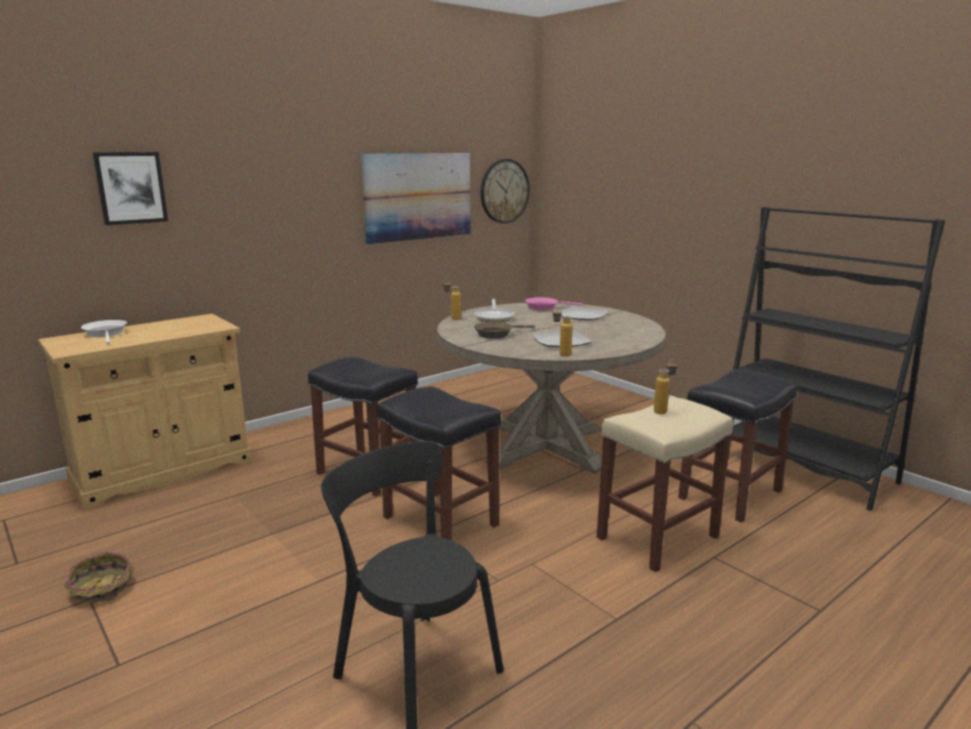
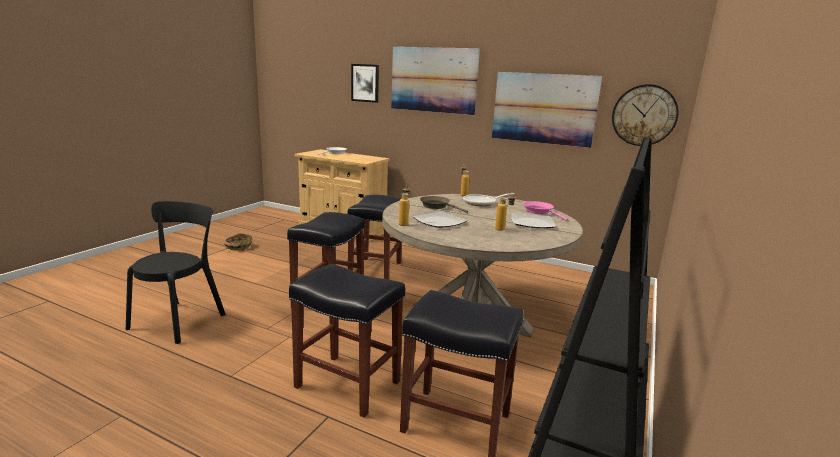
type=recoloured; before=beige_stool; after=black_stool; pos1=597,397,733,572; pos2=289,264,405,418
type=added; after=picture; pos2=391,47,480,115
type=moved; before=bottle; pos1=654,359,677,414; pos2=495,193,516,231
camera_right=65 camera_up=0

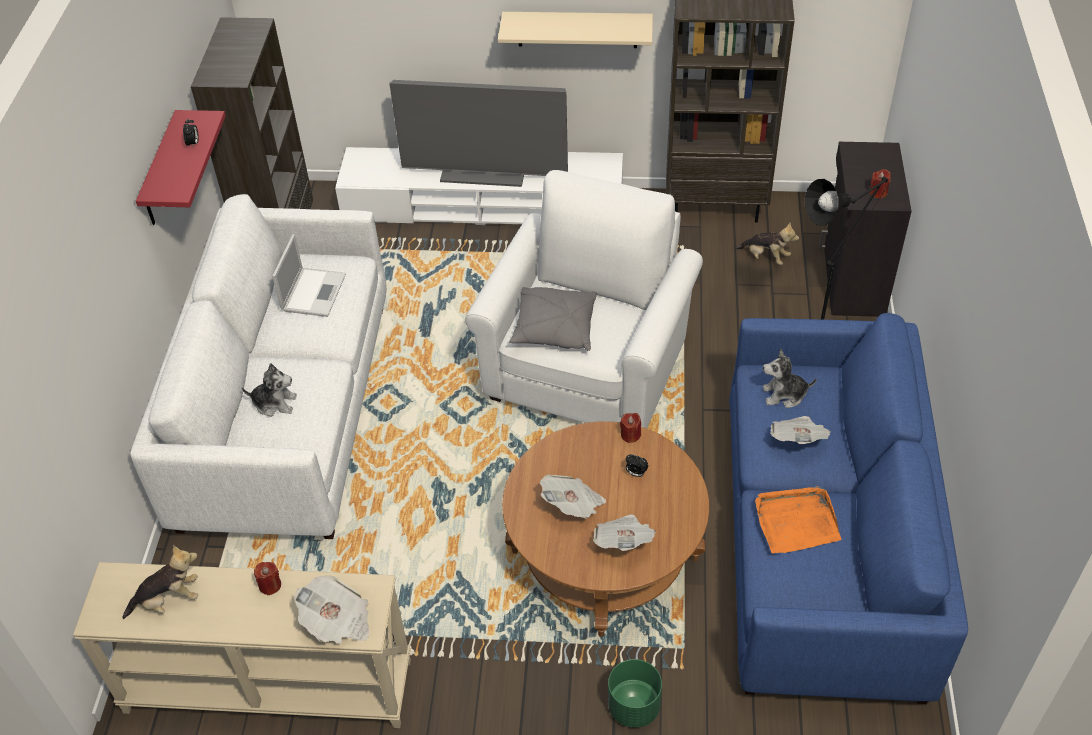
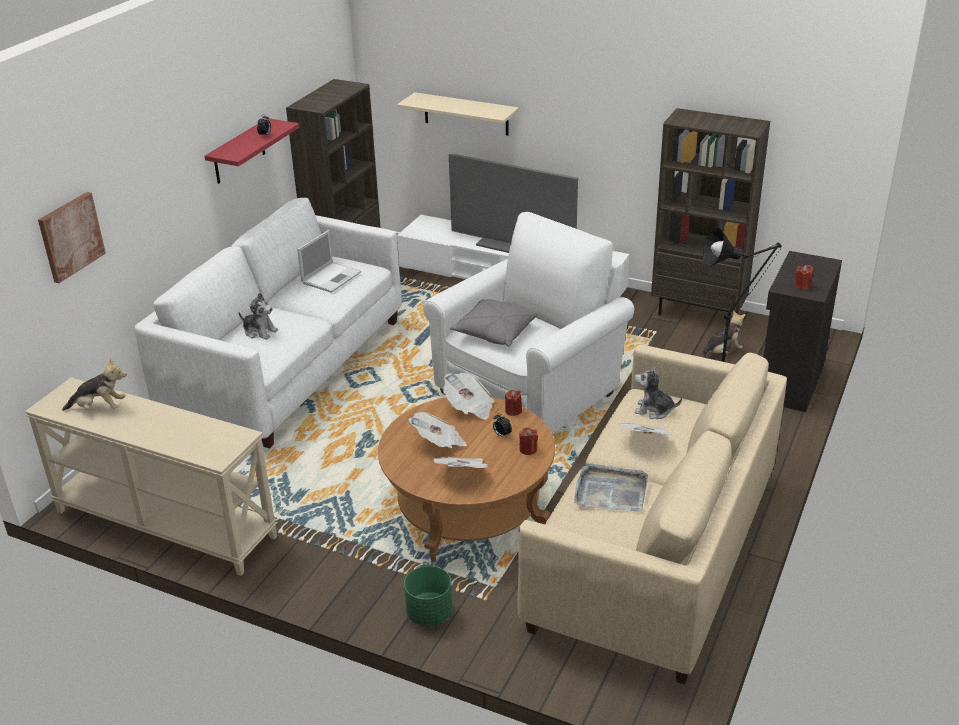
type=added; after=picture; pos2=38,192,106,283
type=moved; before=beige_shelf; pos1=498,12,653,48; pos2=397,92,519,136
type=moved; before=newspaper; pos1=294,575,369,644; pos2=443,373,495,420
type=recoloured; before=blue_sofa; after=beige_sofa; pos1=729,313,968,704; pos2=518,345,787,685
type=moved; before=red_candle; pos1=254,562,281,596; pos2=519,427,538,455
type=recoloured; before=orange_tray; after=grey_tray; pos1=755,486,841,553; pos2=574,463,648,511
type=turned; before=plush_toy; pos1=735,223,799,265; pos2=700,310,746,358; turn=-75
camera_right=20 camera_up=-15

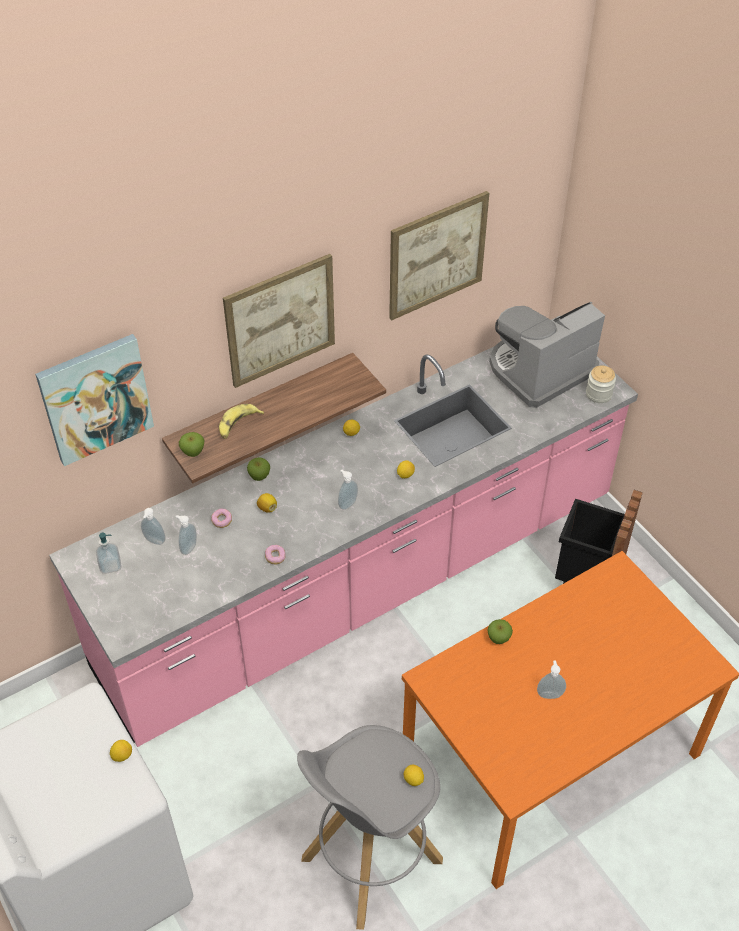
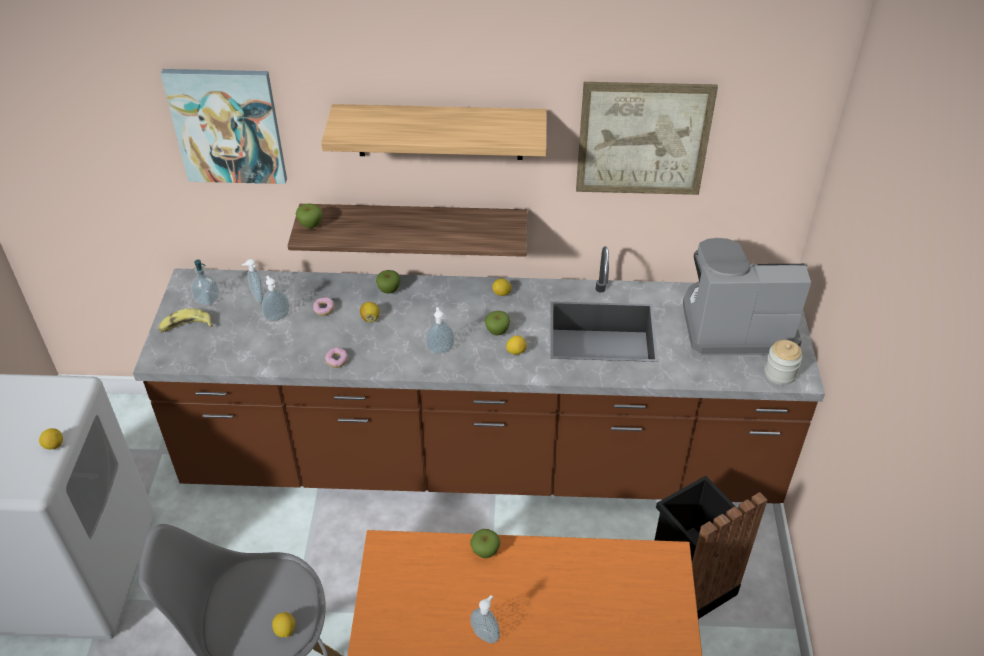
type=recoloured; before=pink_counter; after=brown_counter; pos1=49,318,638,747; pos2=133,246,825,504
type=moved; before=banana; pos1=219,404,264,439; pos2=158,308,213,332
type=replaced; before=picture; after=shelf; pos1=223,254,335,388; pos2=321,104,547,160
type=added; after=apple; pos2=485,311,510,335
camera_right=35 camera_up=-5

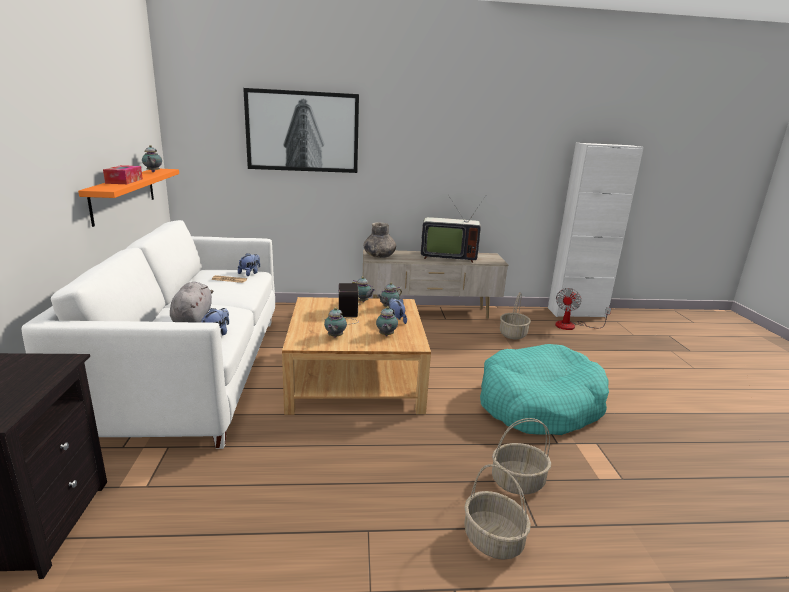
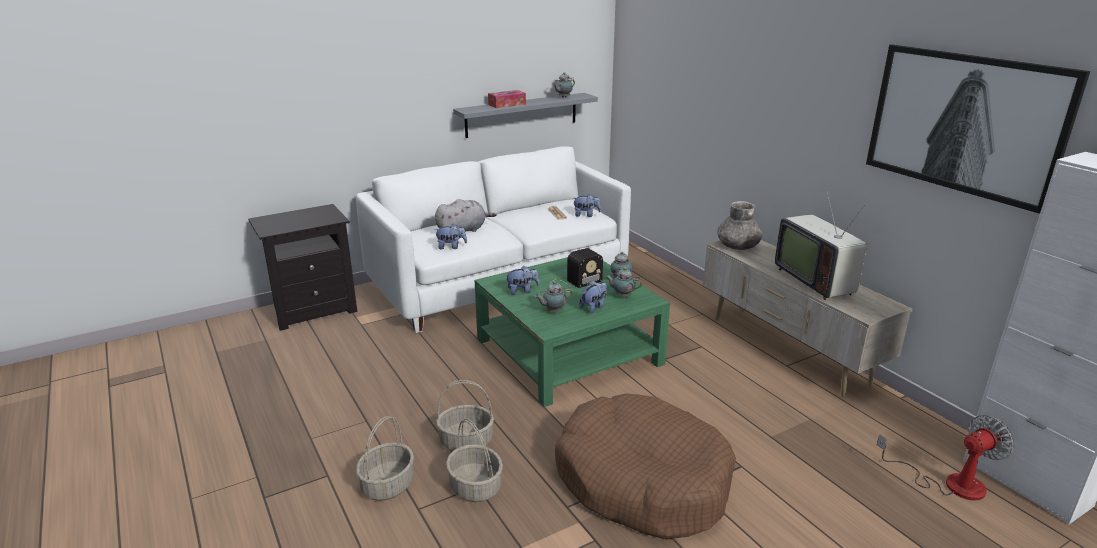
type=moved; before=basket; pos1=500,292,531,339; pos2=436,380,494,451
type=recoloured; before=orange_shelf; after=grey_shelf; pos1=78,169,179,227; pos2=453,93,598,138
type=recoloured; before=beige_coffee_table; after=green_coffee_table; pos1=282,297,431,415; pos2=475,257,670,407
type=replaced; before=teapot; after=plush_toy; pos1=324,307,347,338; pos2=505,265,539,295
type=recoloured; before=turquoise_dog_bed; after=brown_dog_bed; pos1=480,344,609,435; pos2=555,393,736,540
type=moved; before=picture; pos1=243,88,359,173; pos2=866,44,1090,214
type=turned; before=fan; pos1=555,288,611,330; pos2=877,415,1014,501; turn=150
camera_right=65 camera_up=5

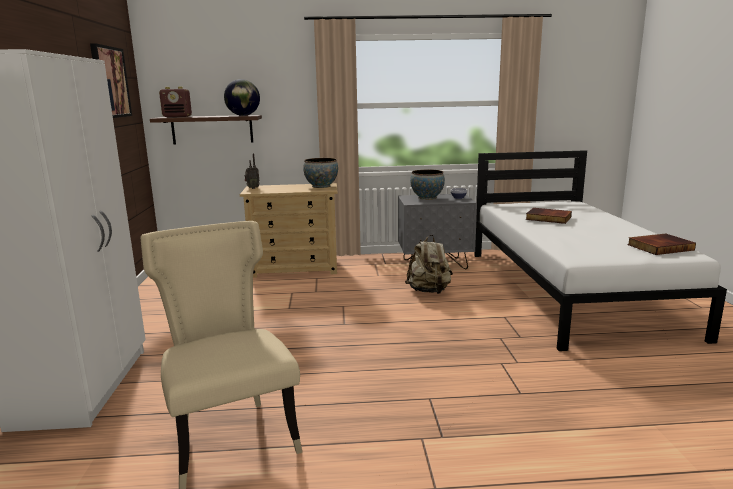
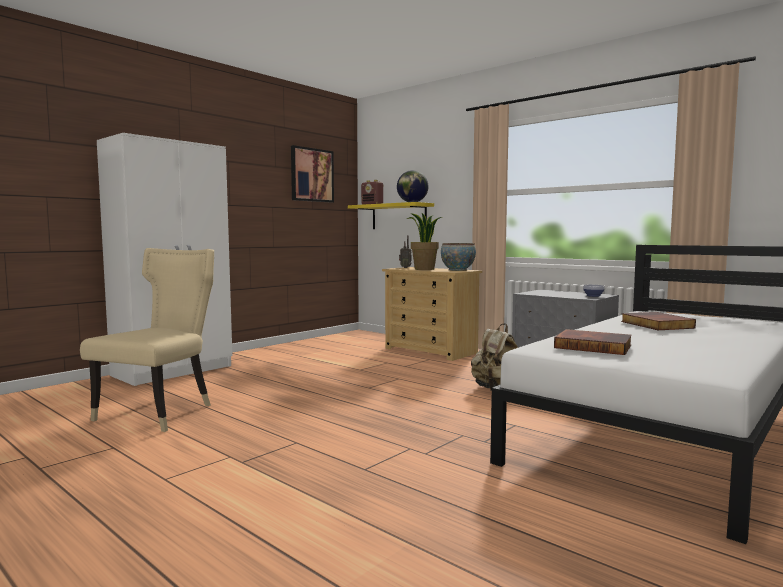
type=recoloured; before=brown_shelf; after=yellow_shelf; pos1=150,115,262,144; pos2=348,202,434,229
type=added; after=potted_plant; pos2=406,213,442,270
type=moved; before=book; pos1=627,233,696,255; pos2=554,329,632,355
type=removed; before=bowl; pos1=410,170,445,200
camera_right=45 camera_up=-10

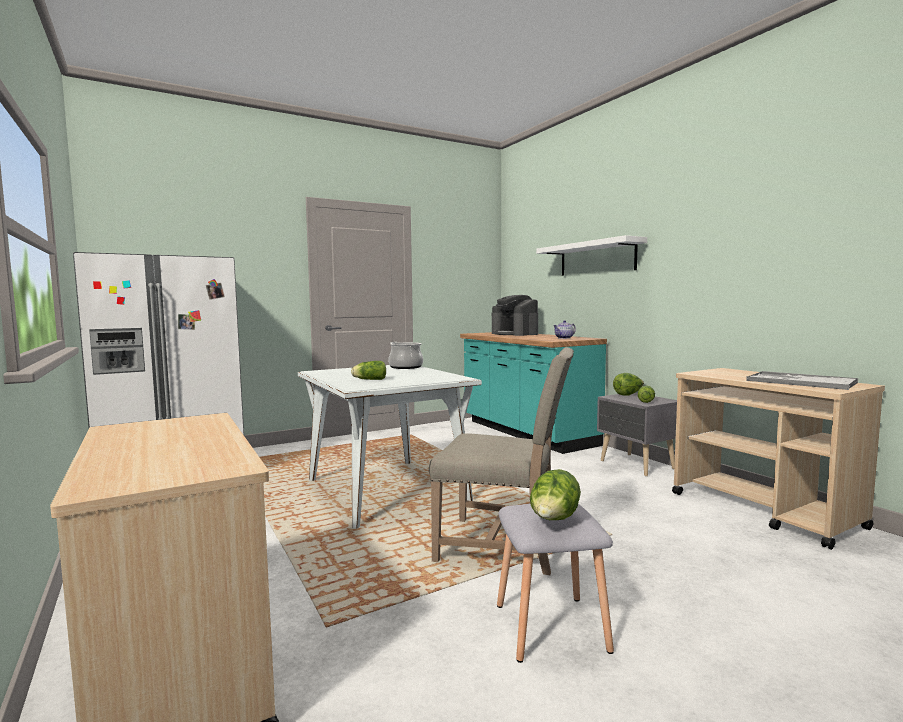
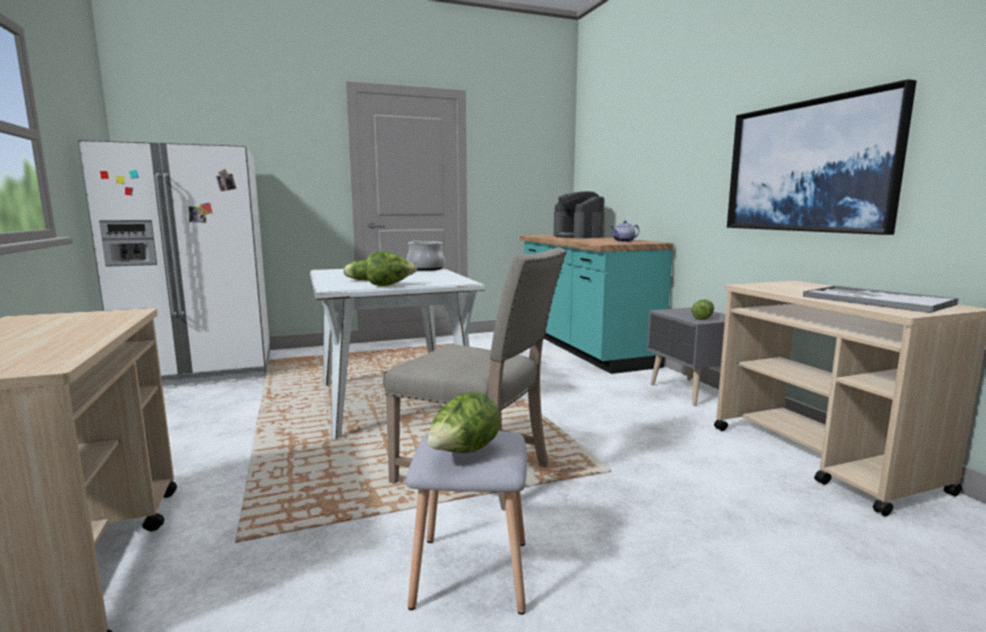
type=moved; before=lettuce; pos1=613,373,644,395; pos2=365,251,417,286
type=added; after=picture; pos2=727,79,916,235
type=removed; before=white_shelf; pos1=536,235,647,276
camera_right=10 camera_up=5

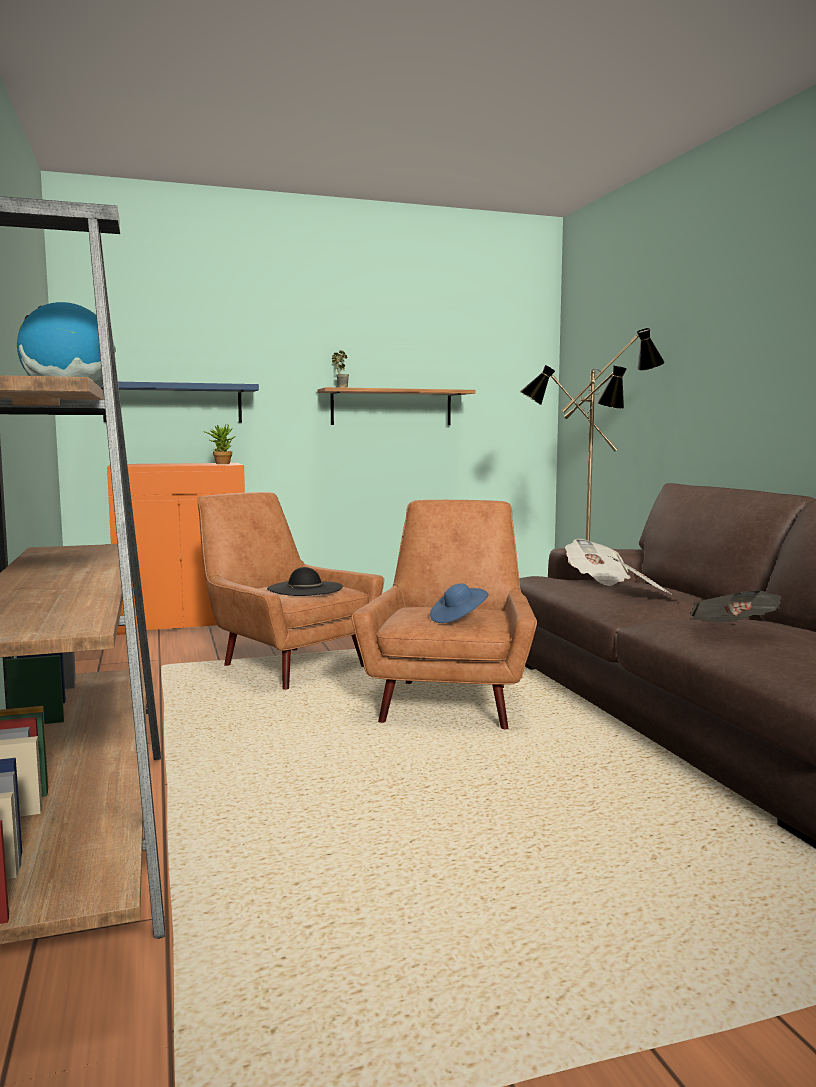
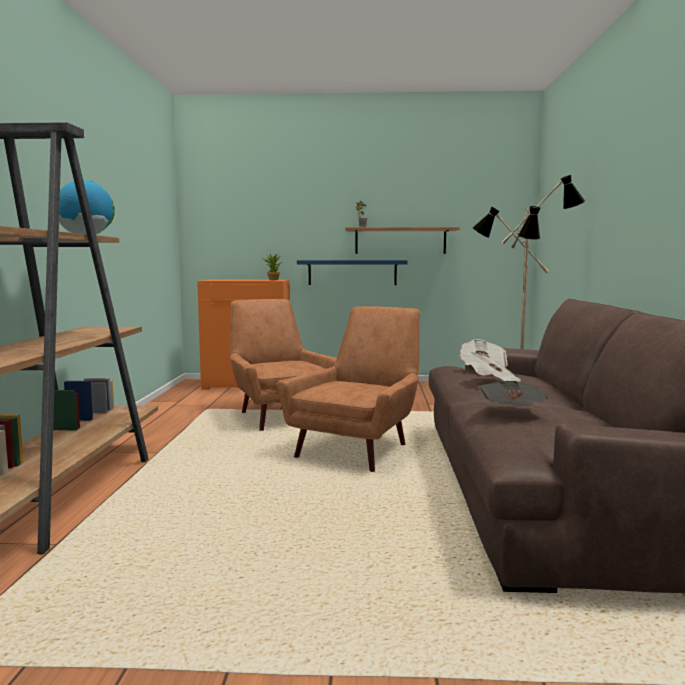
type=moved; before=blue_shelf; pos1=100,382,259,423; pos2=297,260,408,285
type=removed; before=black_hat; pos1=267,567,343,596
type=removed; before=blue_hat; pos1=430,584,488,623
camera_right=20 camera_up=0

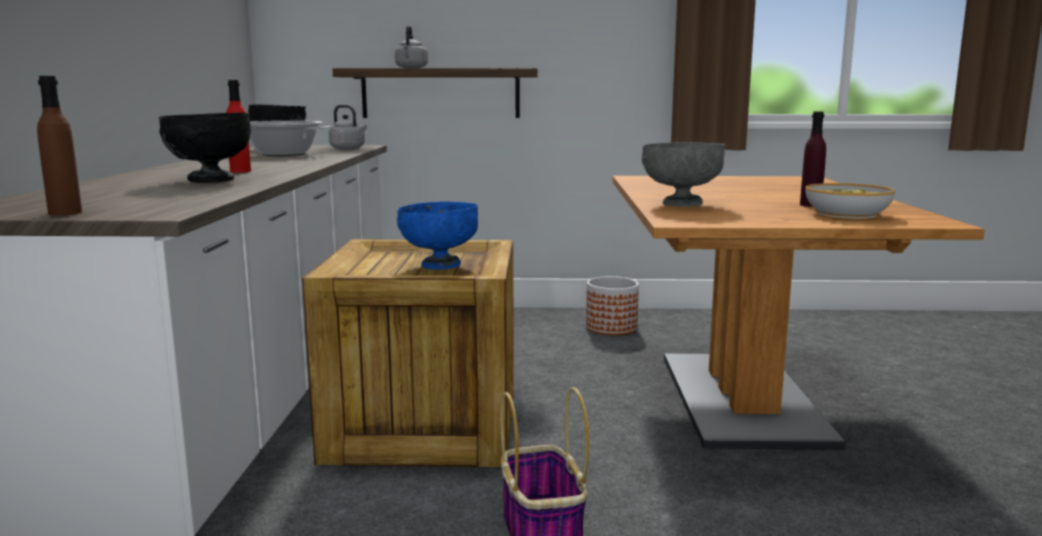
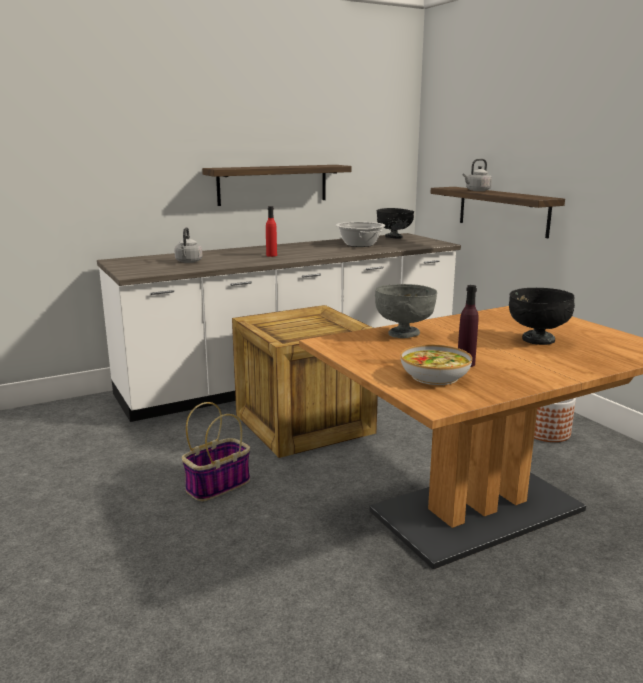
type=moved; before=grey_kettle; pos1=329,105,367,149; pos2=174,227,203,263
type=added; after=shelf; pos2=202,165,352,206
type=moved; before=black_bowl; pos1=159,113,251,183; pos2=509,288,575,345
type=removed; before=brown_bottle; pos1=37,76,82,216
type=removed; before=blue_bowl; pos1=397,201,478,270
camera_right=60 camera_up=5

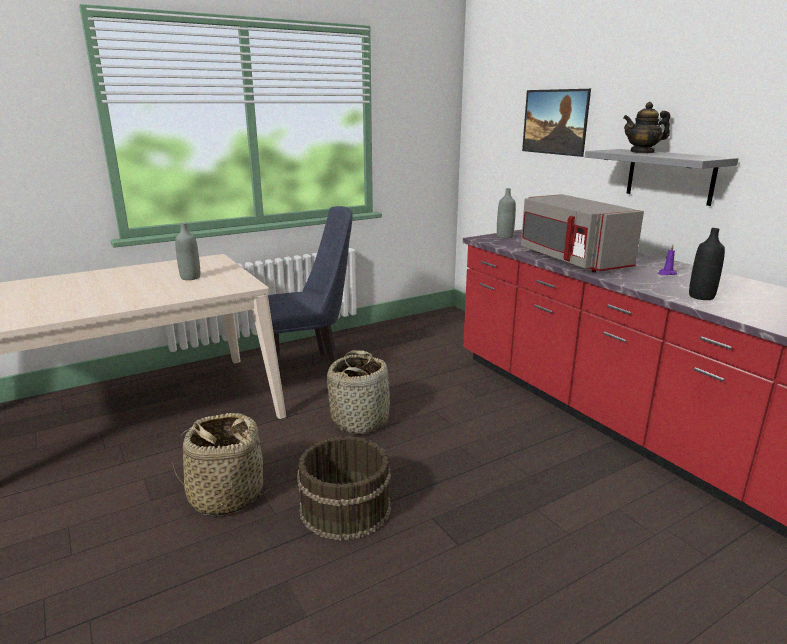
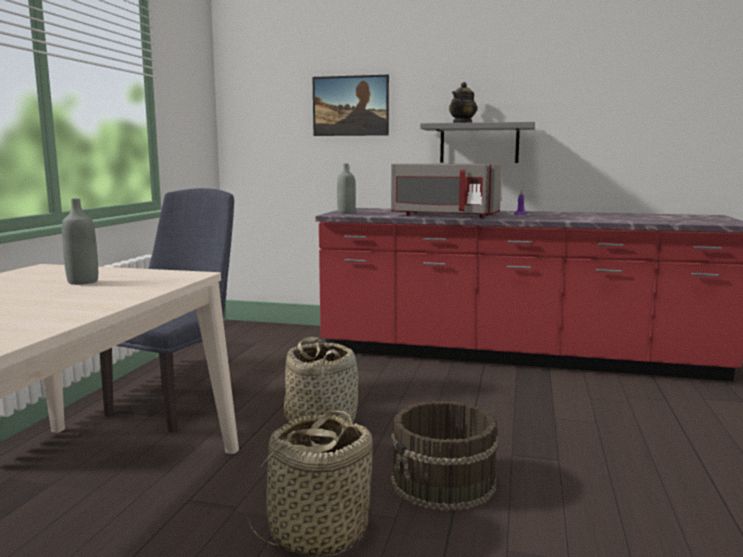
type=removed; before=black_bottle; pos1=689,228,725,300
camera_right=-45 camera_up=-10

